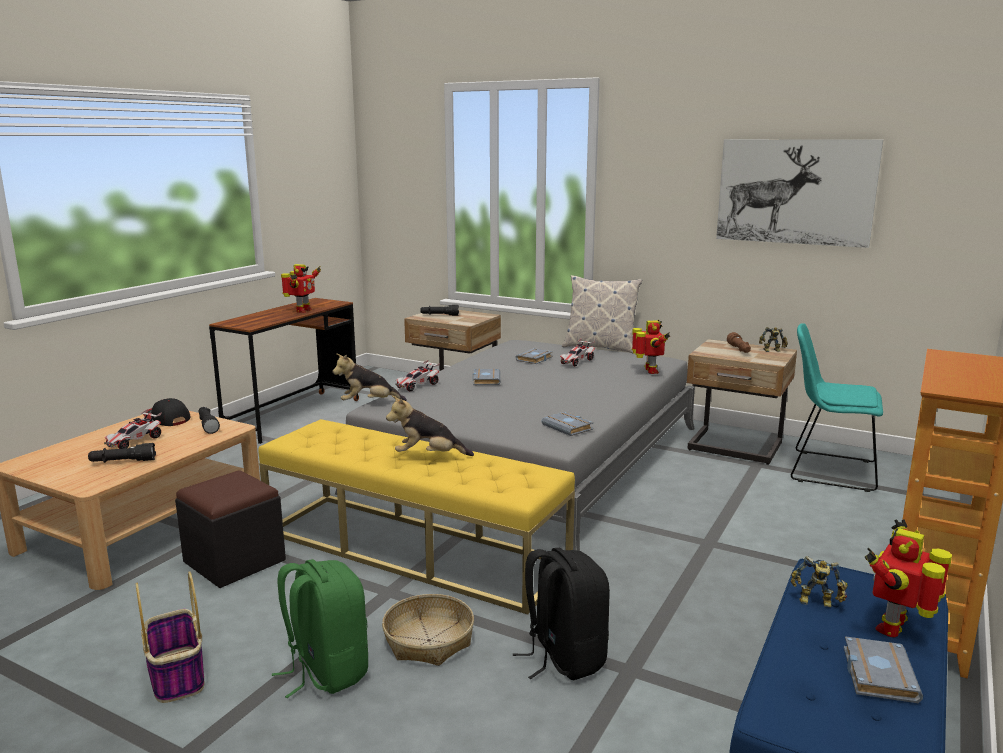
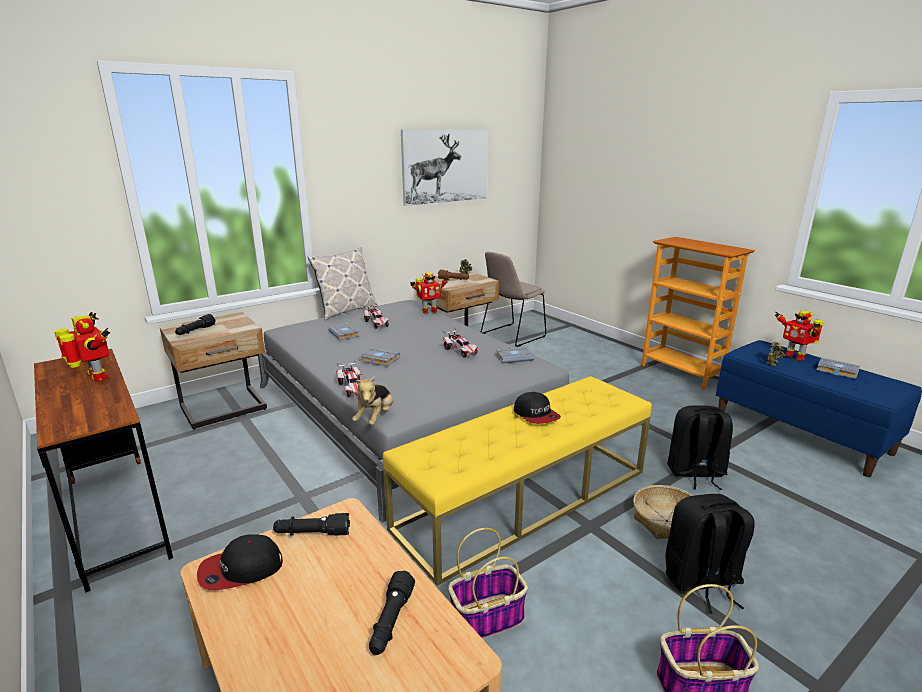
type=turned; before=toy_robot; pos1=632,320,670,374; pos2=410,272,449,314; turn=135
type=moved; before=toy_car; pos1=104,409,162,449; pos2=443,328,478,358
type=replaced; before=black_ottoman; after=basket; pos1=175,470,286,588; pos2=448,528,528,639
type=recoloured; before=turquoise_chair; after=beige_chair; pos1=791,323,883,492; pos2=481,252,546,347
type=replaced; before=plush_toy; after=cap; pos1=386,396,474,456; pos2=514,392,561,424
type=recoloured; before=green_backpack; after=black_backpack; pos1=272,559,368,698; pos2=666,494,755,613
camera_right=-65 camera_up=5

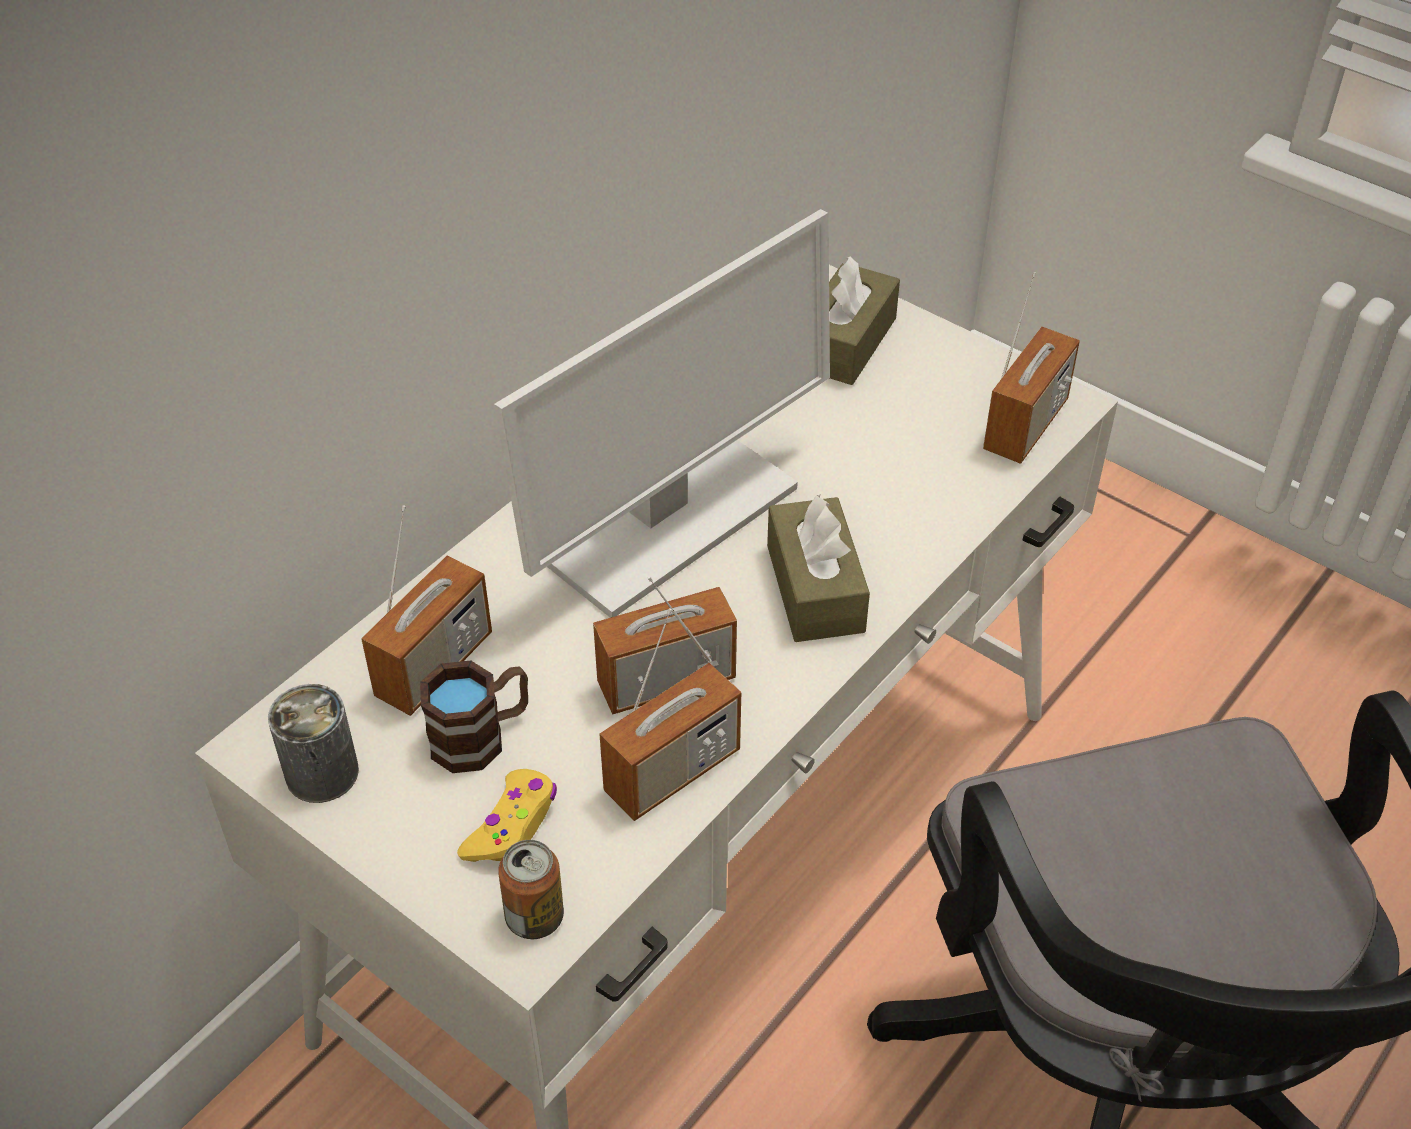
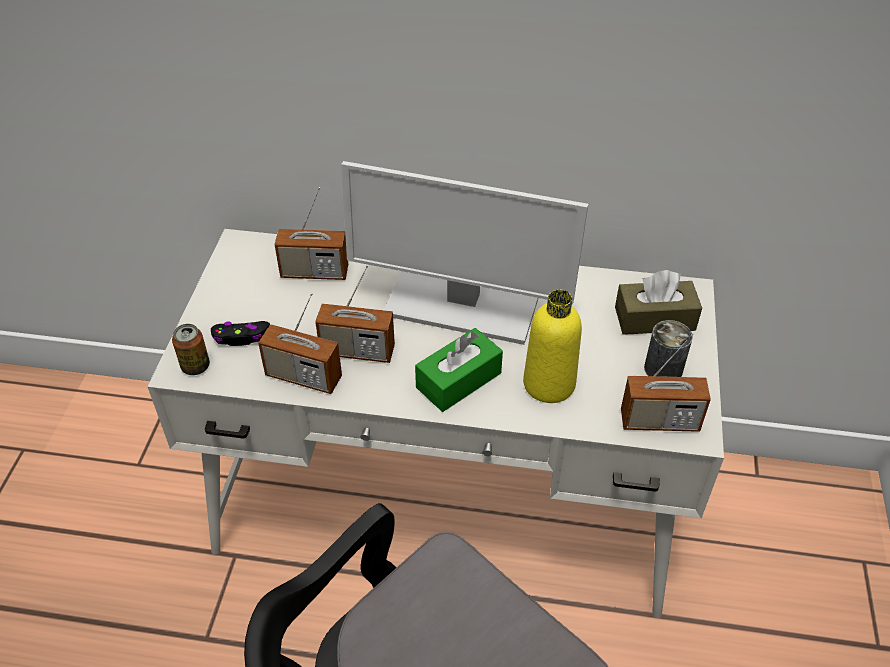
type=recoloured; before=yellow_game_controller; after=black_game_controller; pos1=457,769,557,862; pos2=211,321,270,346
type=turned; before=radio; pos1=593,576,737,714; pos2=315,265,395,363; turn=150
type=recoloured; before=brown_tissue_box; after=green_tissue_box; pos1=767,493,870,642; pos2=415,328,503,412
type=added; after=yellow_bottle; pos2=523,290,582,403
type=moved; before=can; pos1=268,684,359,803; pos2=644,320,693,377
type=removed; before=brown_mug; pos1=420,660,528,773
camera_right=60 camera_up=0

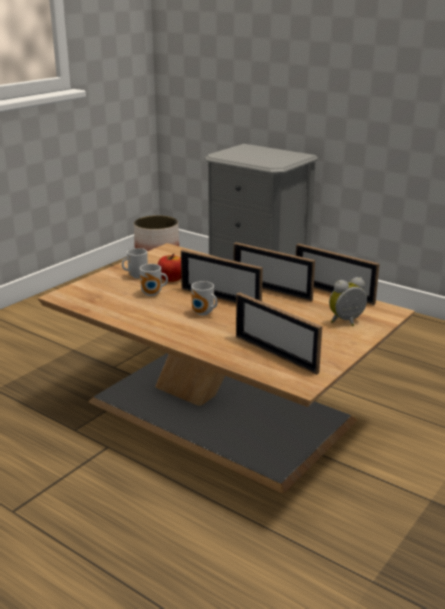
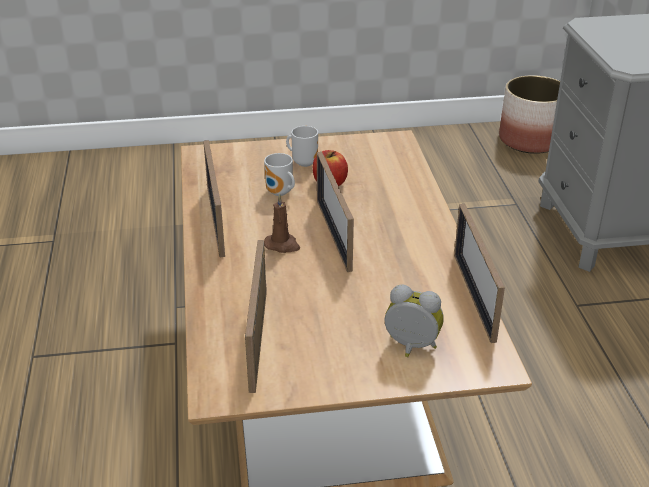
type=moved; before=picture_frame; pos1=234,242,315,301; pos2=203,140,225,257
type=replaced; before=mug; after=brown_candle; pos1=191,281,218,315; pos2=264,194,300,253
camera_right=45 camera_up=10

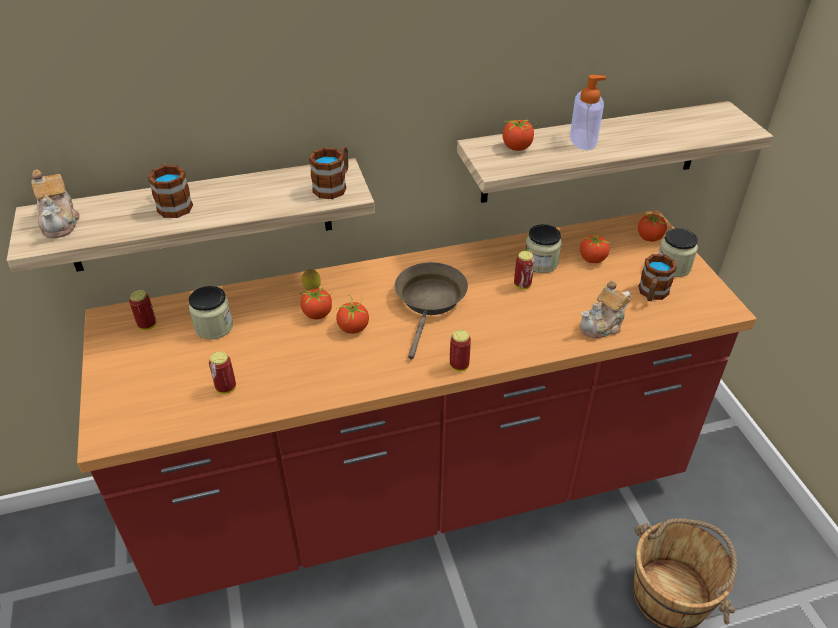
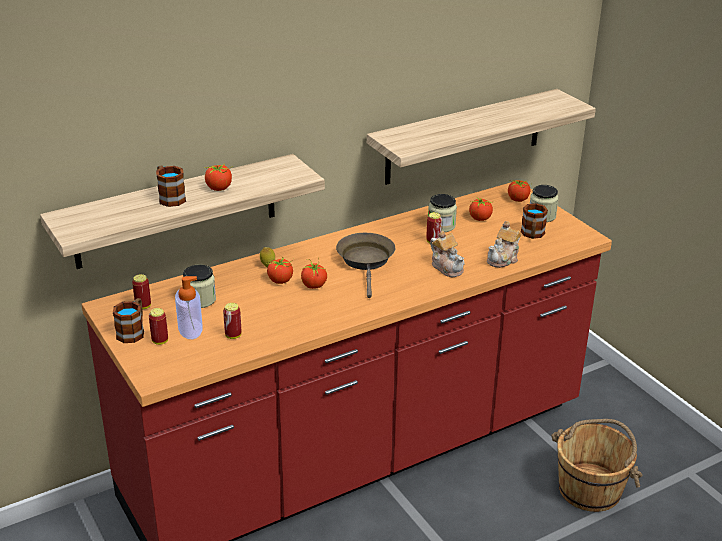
type=moved; before=mug; pos1=309,146,348,199; pos2=113,298,144,343
type=moved; before=can; pos1=450,330,471,371; pos2=149,308,168,345
type=moved; before=soap_dispenser; pos1=570,75,606,150; pos2=175,276,203,339
type=moved; before=tomato; pos1=502,118,537,151; pos2=204,164,232,191
type=moved; before=teapot; pos1=31,169,80,238; pos2=430,231,465,277
camera_right=-15 camera_up=-10

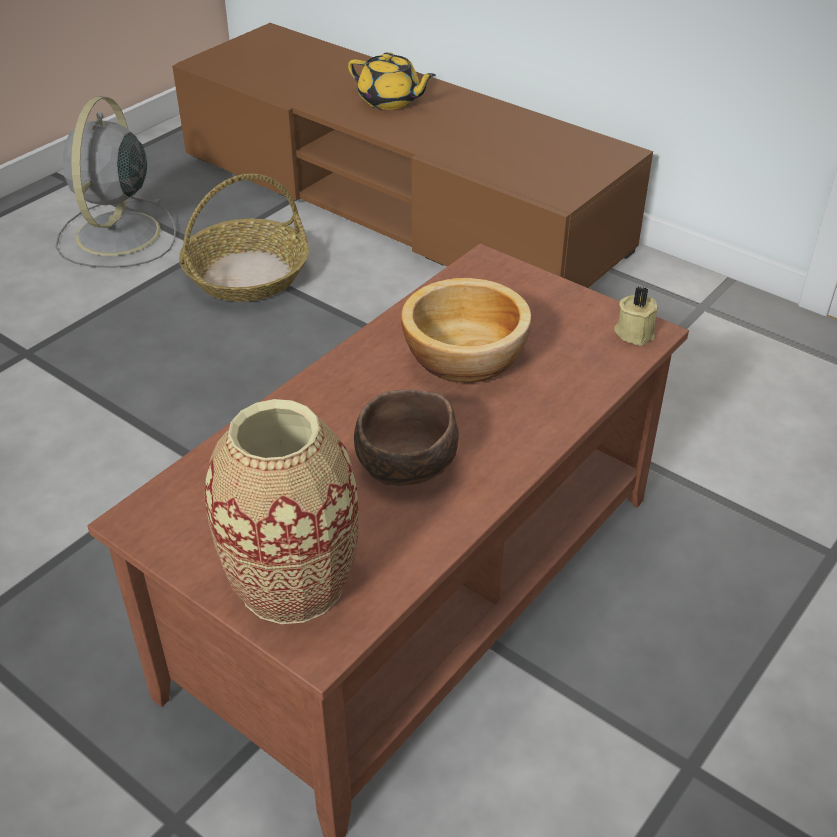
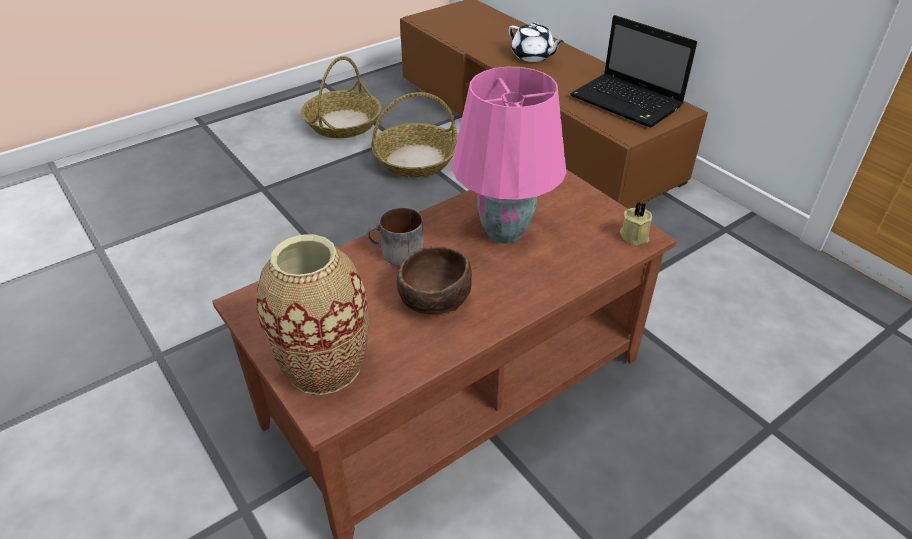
type=replaced; before=grey_fan; after=basket; pos1=55,96,176,268; pos2=301,56,382,138
type=added; after=mug; pos2=366,207,424,266
type=replaced; before=bowl; after=pink_table_lamp; pos1=401,278,531,383; pos2=452,67,567,244
type=recoloured; before=yellow_teapot; after=white_teapot; pos1=348,52,436,110; pos2=508,23,564,62
type=added; after=laptop; pos2=570,15,697,128
camera_right=15 camera_up=0

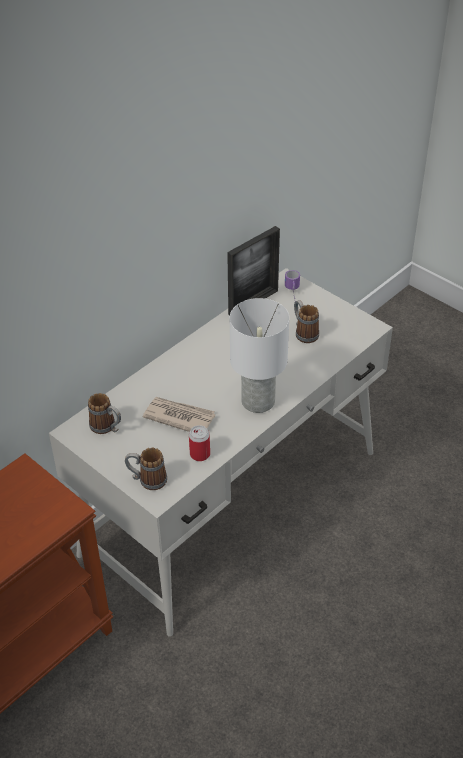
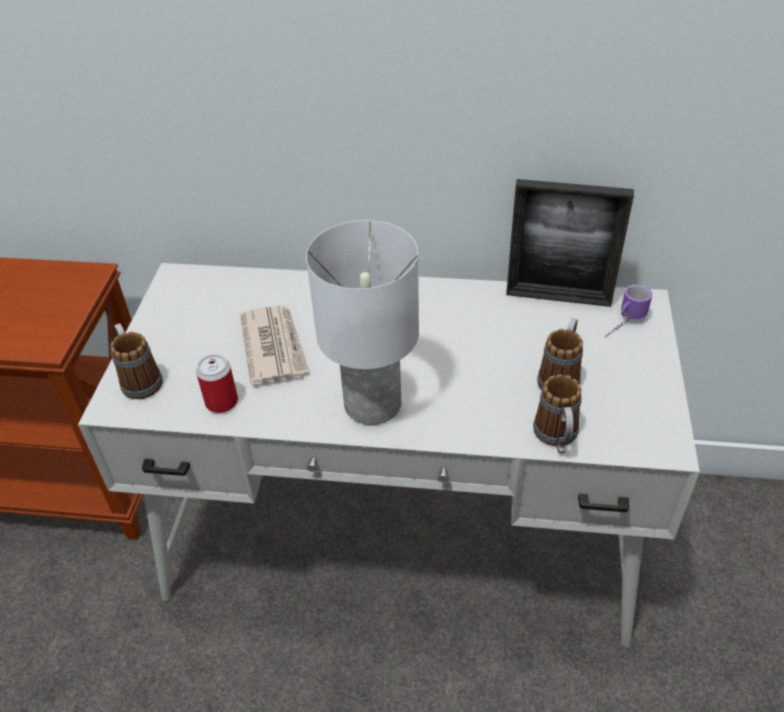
type=moved; before=mug; pos1=88,393,121,434; pos2=533,374,582,453
camera_right=55 camera_up=0

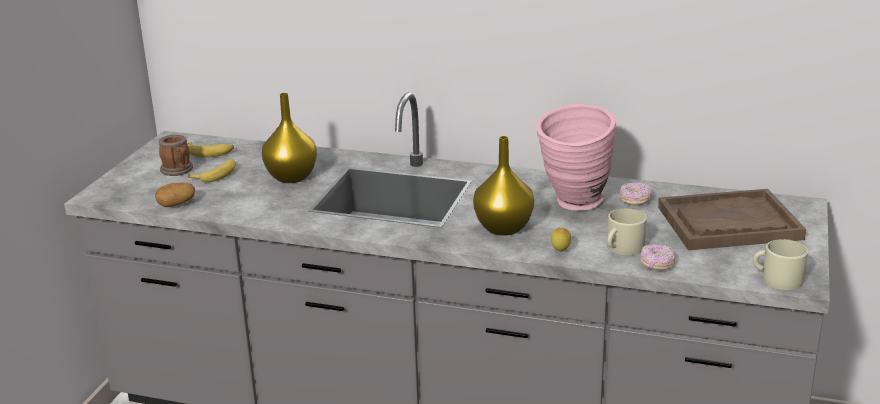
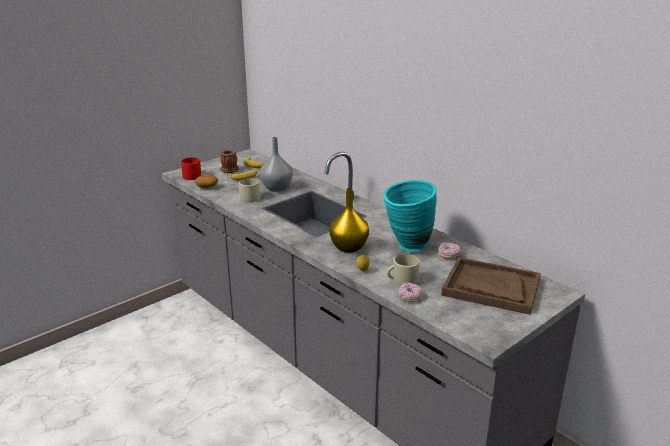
type=added; after=red_mug; pos2=181,158,201,180
type=moved; before=beige_mug; pos1=753,239,808,290; pos2=239,178,260,203
type=recoloured; before=yellow_vase; after=grey_vase; pos1=262,93,317,183; pos2=260,137,293,192
type=recoloured; before=pink_vase; after=turquoise_vase; pos1=536,104,616,211; pos2=383,180,437,252
camera_right=30 camera_up=0

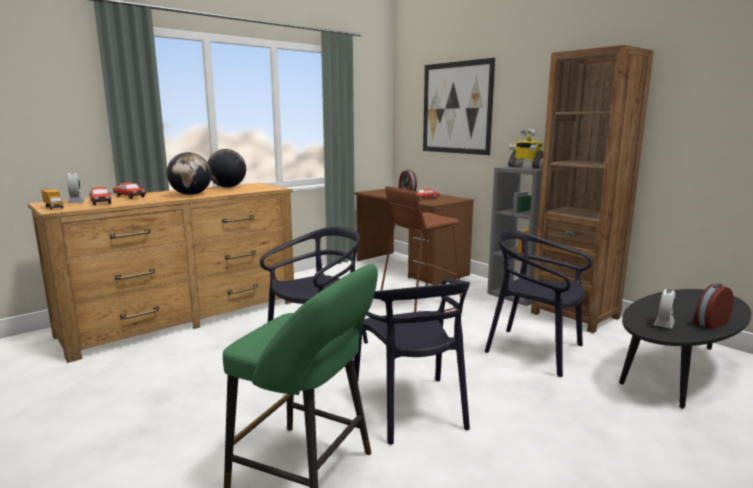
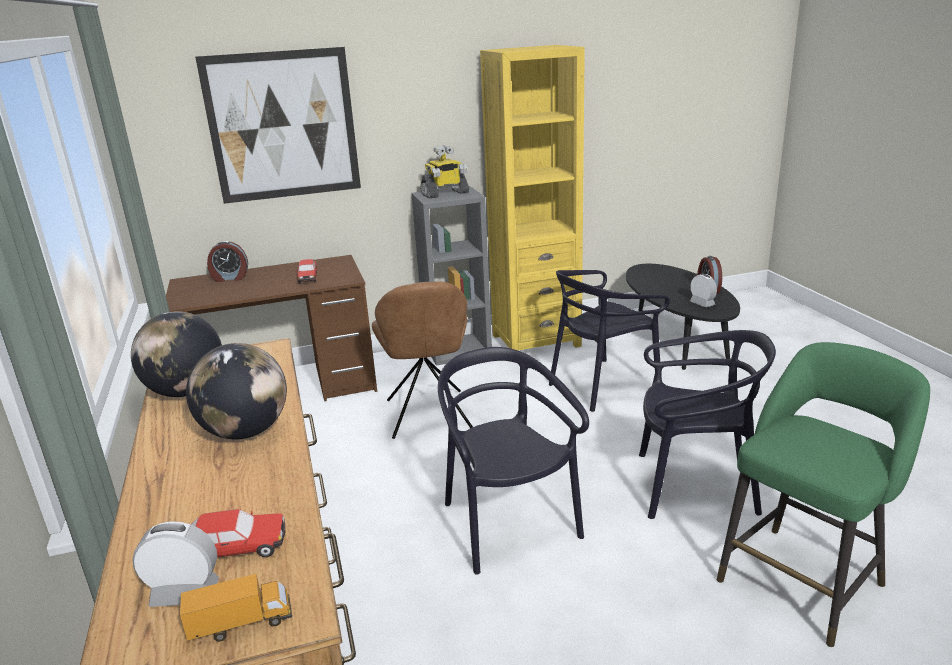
type=replaced; before=brown_stool; after=brown_chair; pos1=380,186,462,312; pos2=372,281,473,439
type=recoloured; before=brown_bookcase; after=yellow_bookcase; pos1=531,45,654,333; pos2=480,45,585,351
type=removed; before=toy_car; pos1=113,183,146,199
camera_right=-65 camera_up=10

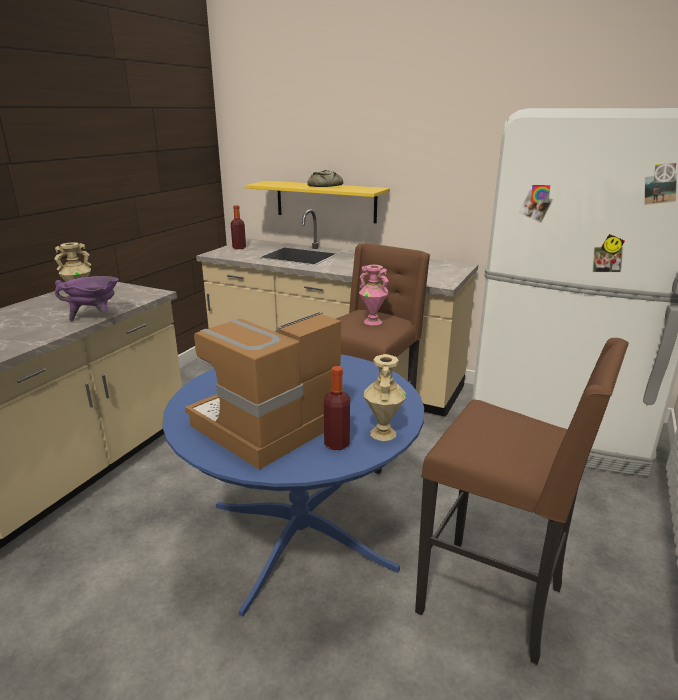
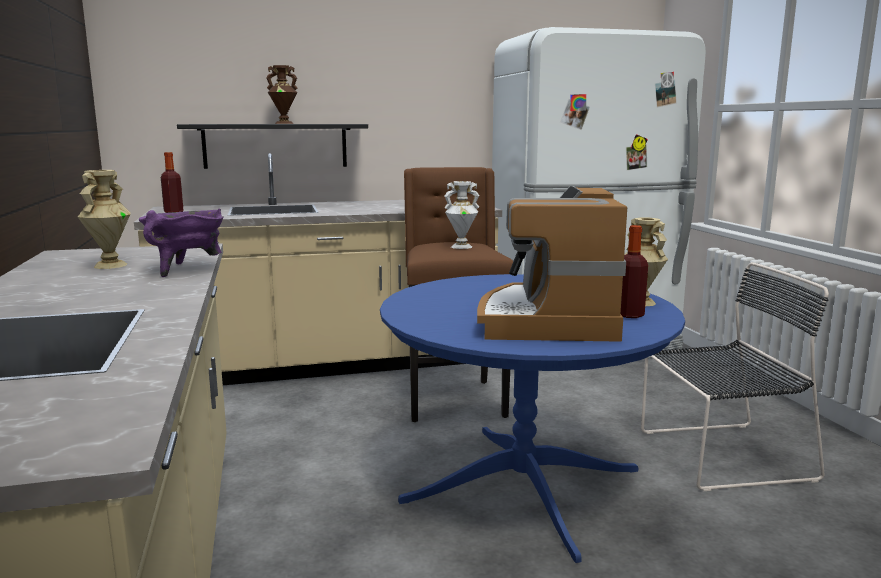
type=recoloured; before=yellow_shelf; after=black_shelf; pos1=245,181,390,223; pos2=177,124,368,169
type=replaced; before=bread; after=brown_vase; pos1=307,170,343,187; pos2=266,65,298,124
type=recoloured; before=pink_vase; after=white_vase; pos1=359,265,389,325; pos2=444,181,480,249
type=replaced; before=brown_stool; after=black_chair; pos1=415,338,629,665; pos2=641,262,829,491
camera_right=-40 camera_up=-10

